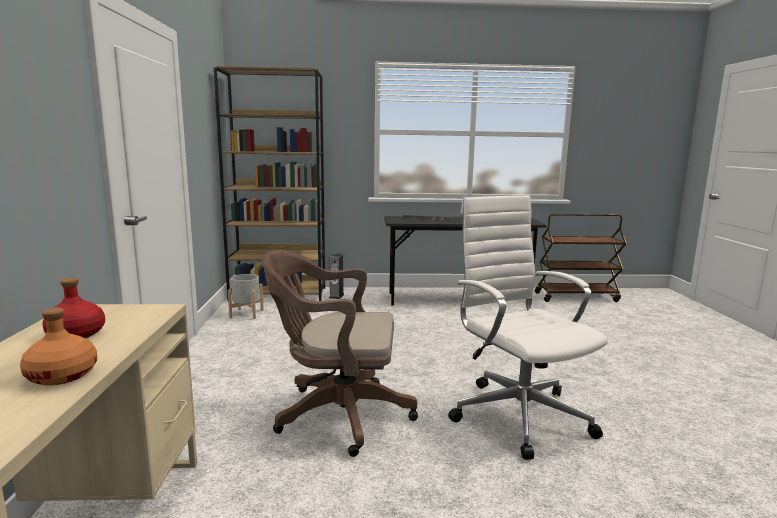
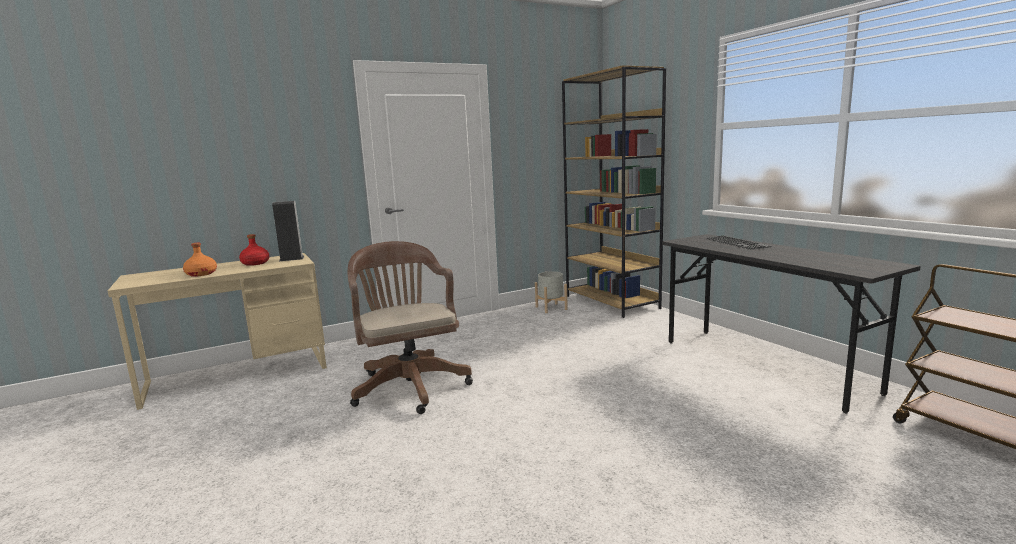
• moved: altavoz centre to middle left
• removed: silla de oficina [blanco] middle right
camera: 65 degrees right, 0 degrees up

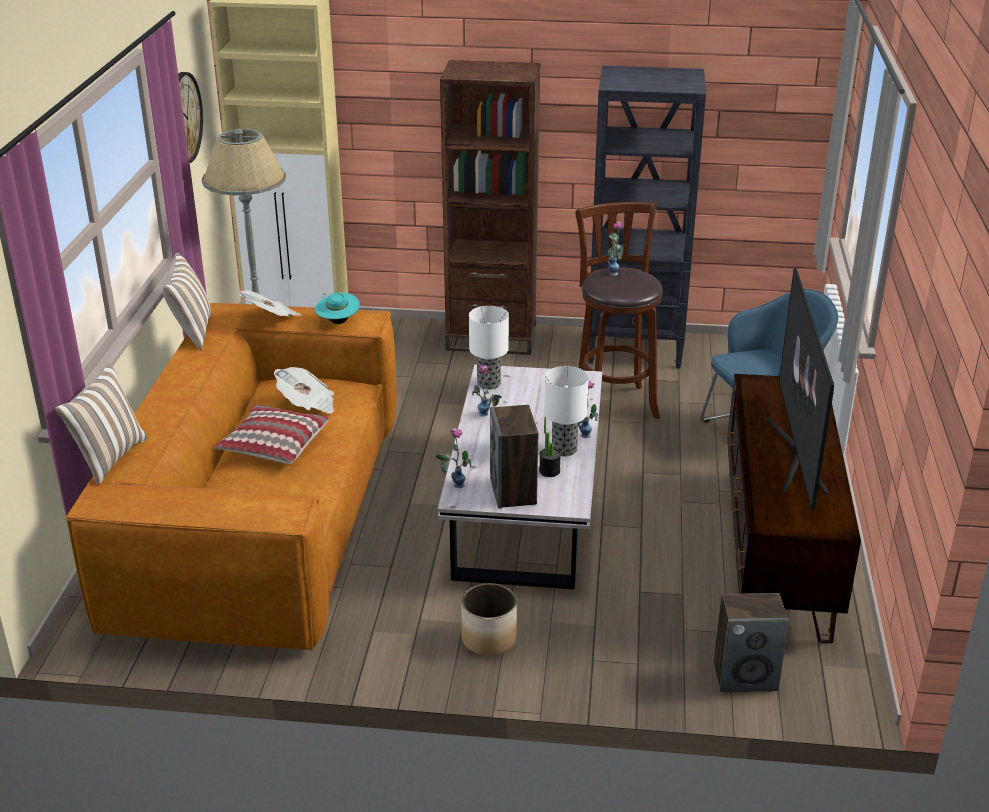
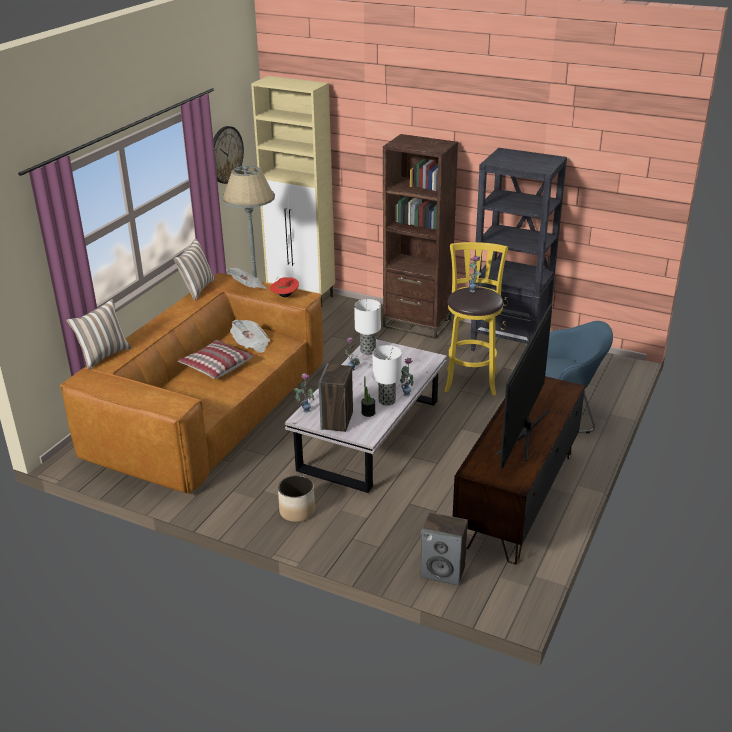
• recoloured: sombrero [turquesa] centre to sombrero [rojo] centre
• recoloured: taburete [marrón] centre to taburete [amarillo] centre
camera: 20 degrees right, 0 degrees up

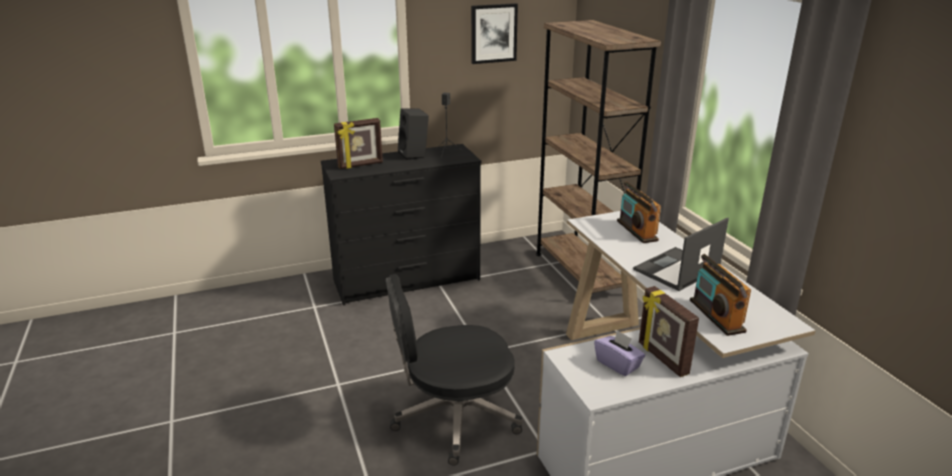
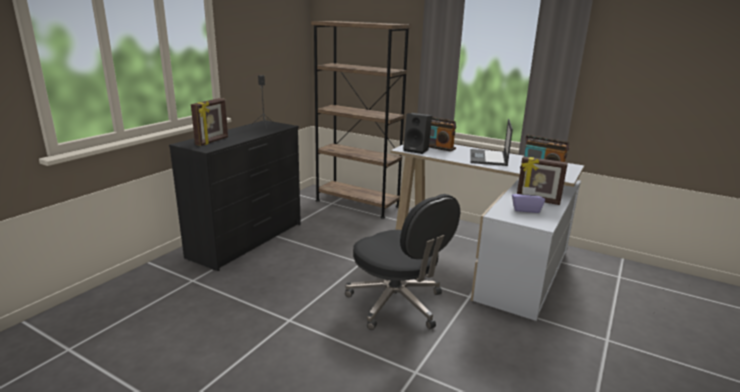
• turned: silla de oficina [negro] bottom centre = bottom centre 75 degrees counterclockwise
• moved: altavoz [negro] (1st from left in the first image) top centre to altavoz [negro] (2nd from left) centre
• removed: cuadro top centre
camera: 40 degrees left, 5 degrees down

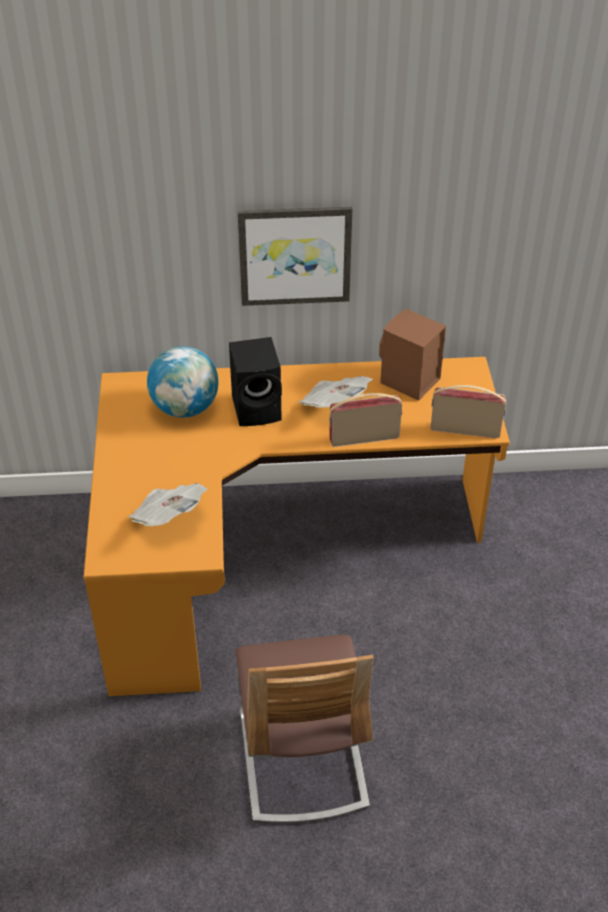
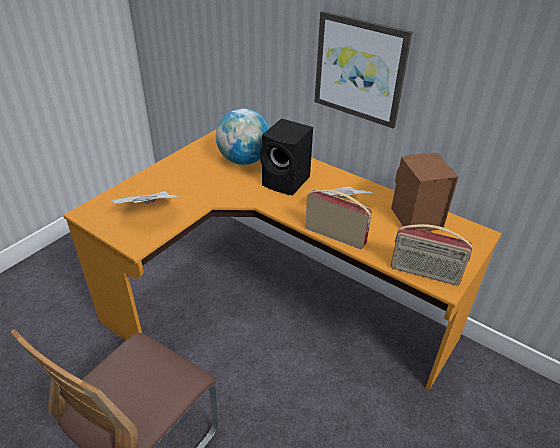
• turned: radio (2nd from left) middle right = middle right 150 degrees clockwise
camera: 40 degrees right, 5 degrees down

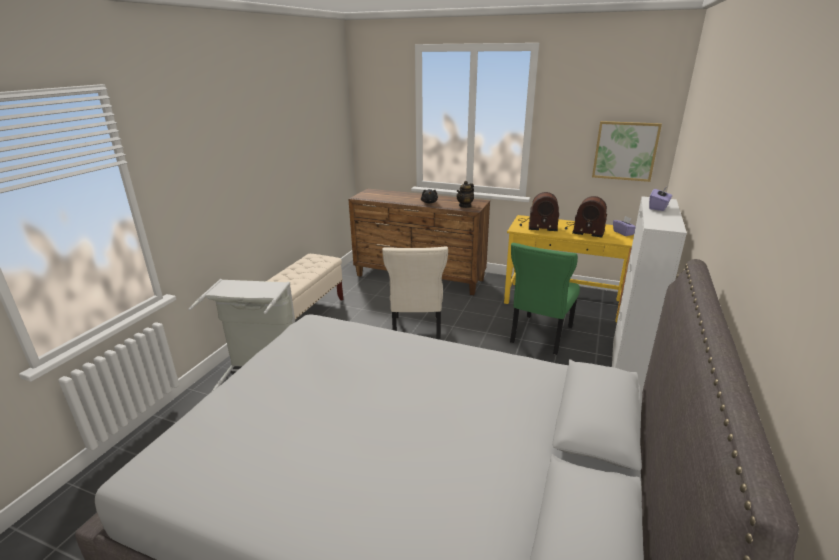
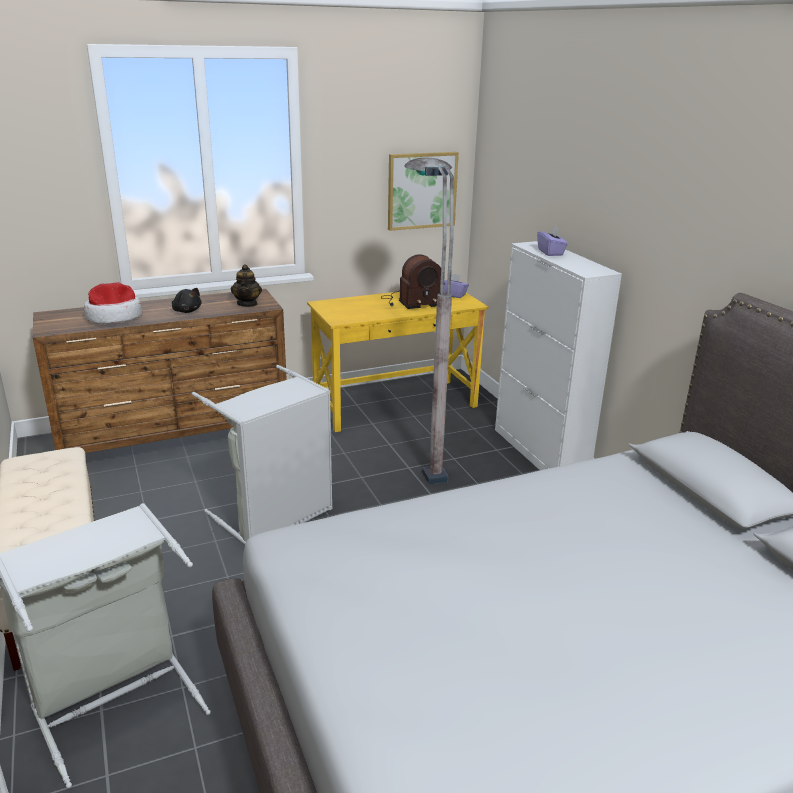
• replaced: silla [beis] centre to cesto de la ropa [gris] (2nd from left) middle left
• replaced: silla [verde] centre to lámpara de pie [gris] centre
• removed: radio (1st from left) centre
• added: sombrero middle left
camera: 45 degrees left, 0 degrees up

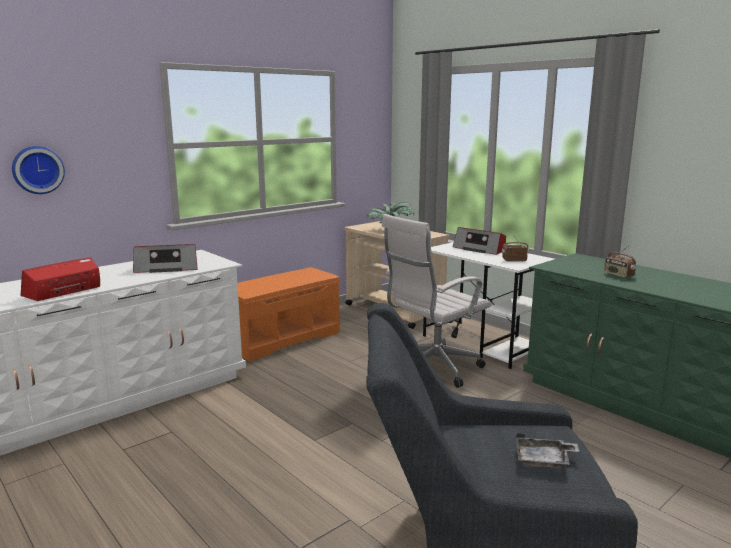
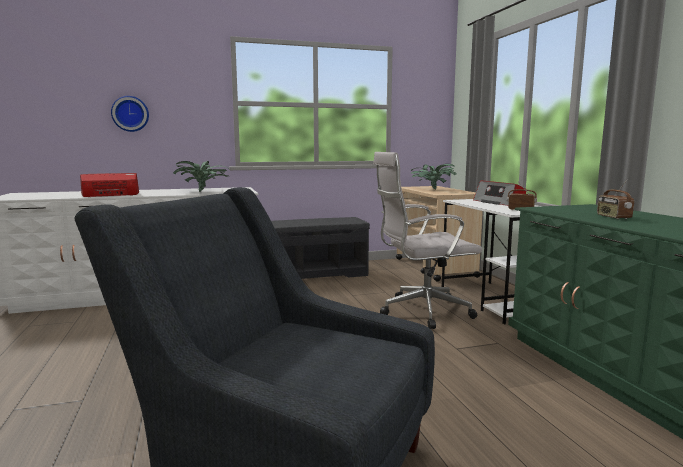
• replaced: radio (2nd from left) middle left to planta en maceta (1st from left) middle left
• recoloured: banco [naranja] centre to banco [gris] centre
• removed: bandeja [gris] bottom right
camera: 25 degrees right, 5 degrees down

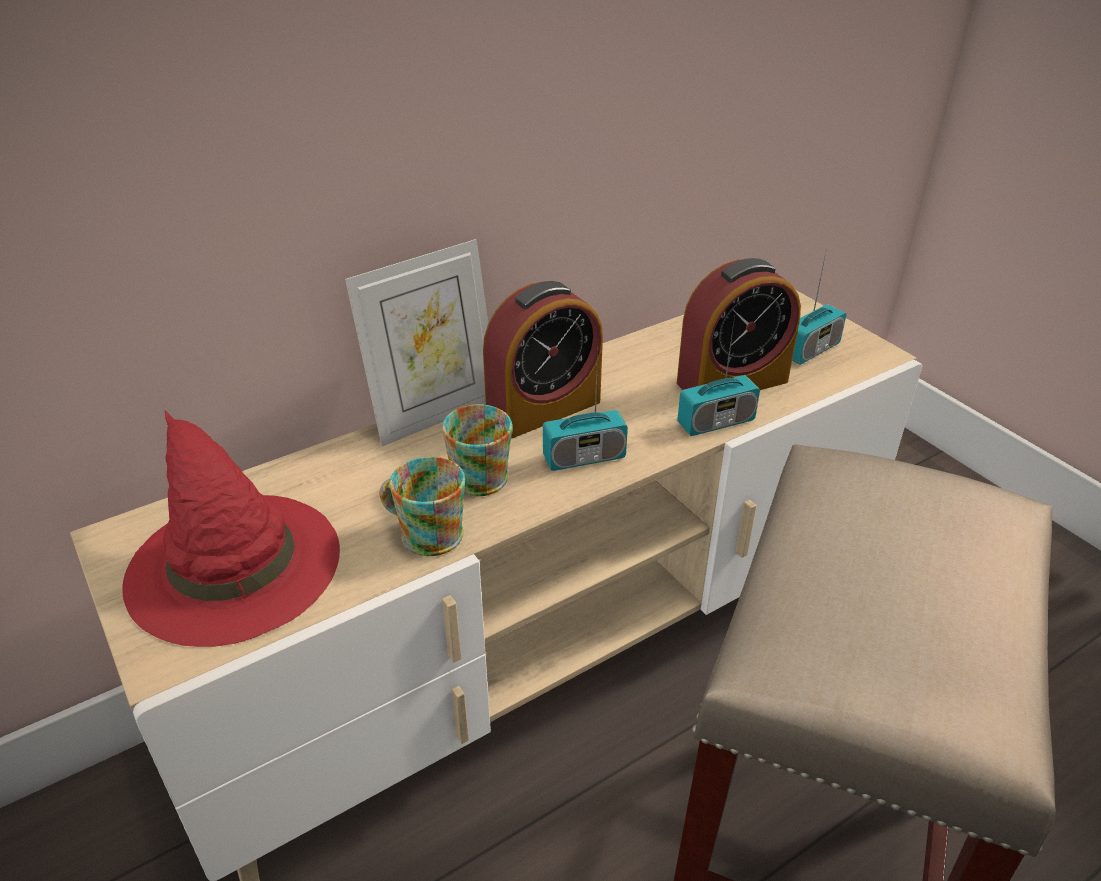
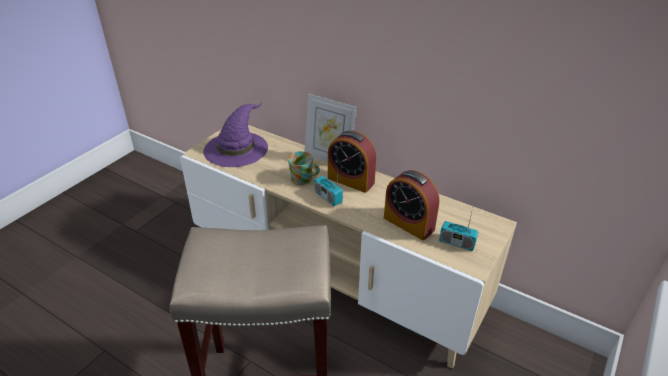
• recoloured: sombrero [rojo] middle left to sombrero [morado] centre
• removed: taza grande (1st from left) centre
• removed: radio (2nd from left) centre
camera: 65 degrees right, 0 degrees up

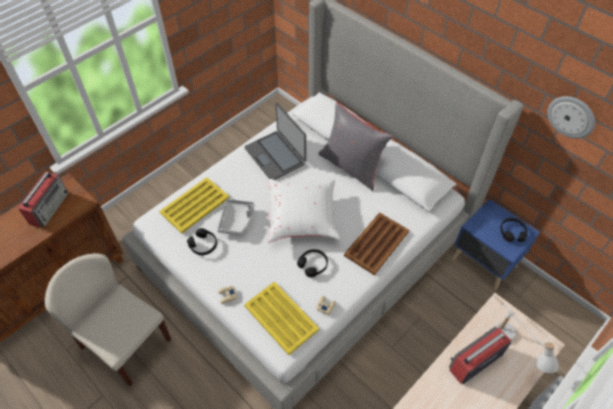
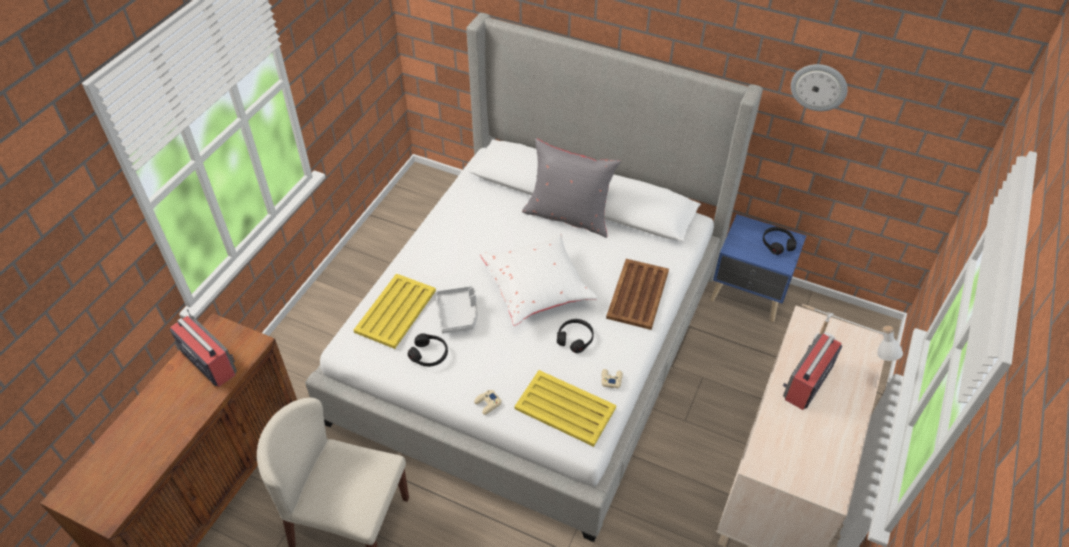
• turned: radio (1st from left) middle left = middle left 45 degrees counterclockwise
• removed: portátil centre
camera: 20 degrees left, 5 degrees down

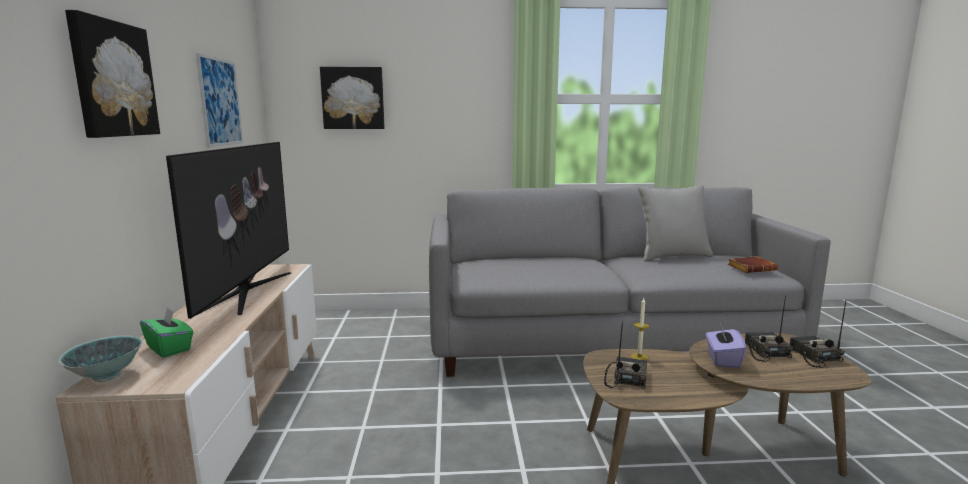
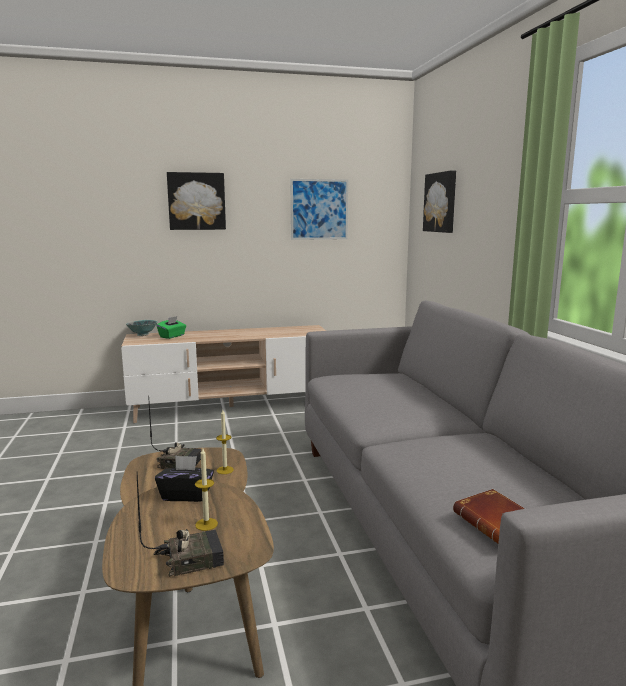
• removed: televisor middle left
• removed: cojín [gris] middle right
• recoloured: caja de pañuelos [morado] bottom right to caja de pañuelos [negro] bottom left
• replaced: radio (2nd from left) bottom right to vela (1st from left) bottom left
camera: 80 degrees right, 0 degrees up

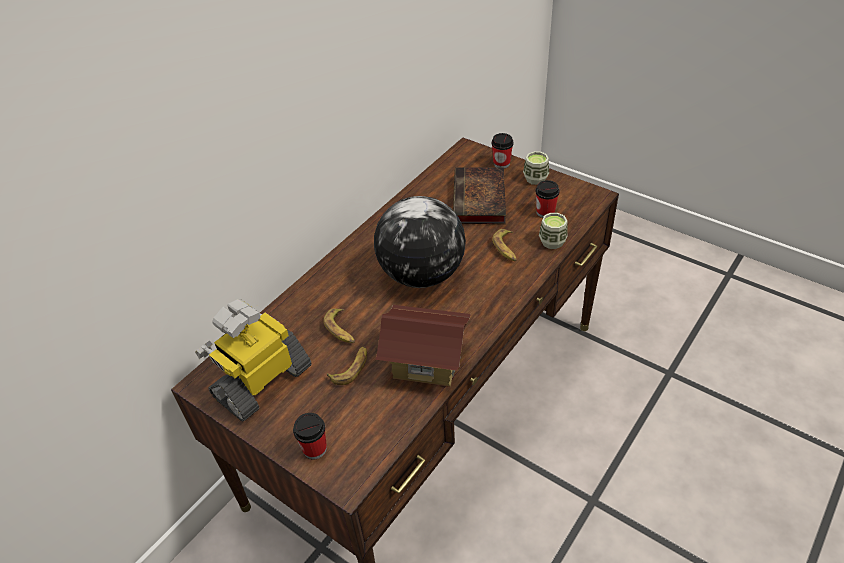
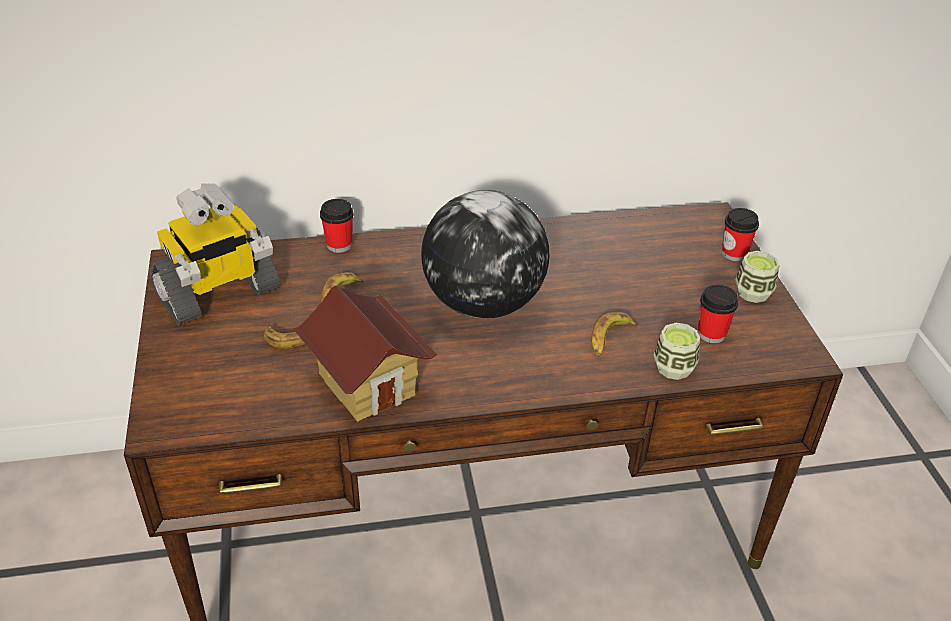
• turned: robot de juguete middle left = middle left 150 degrees clockwise
• moved: taza (1st from left) bottom centre to centre
• removed: libro centre
camera: 40 degrees right, 5 degrees down

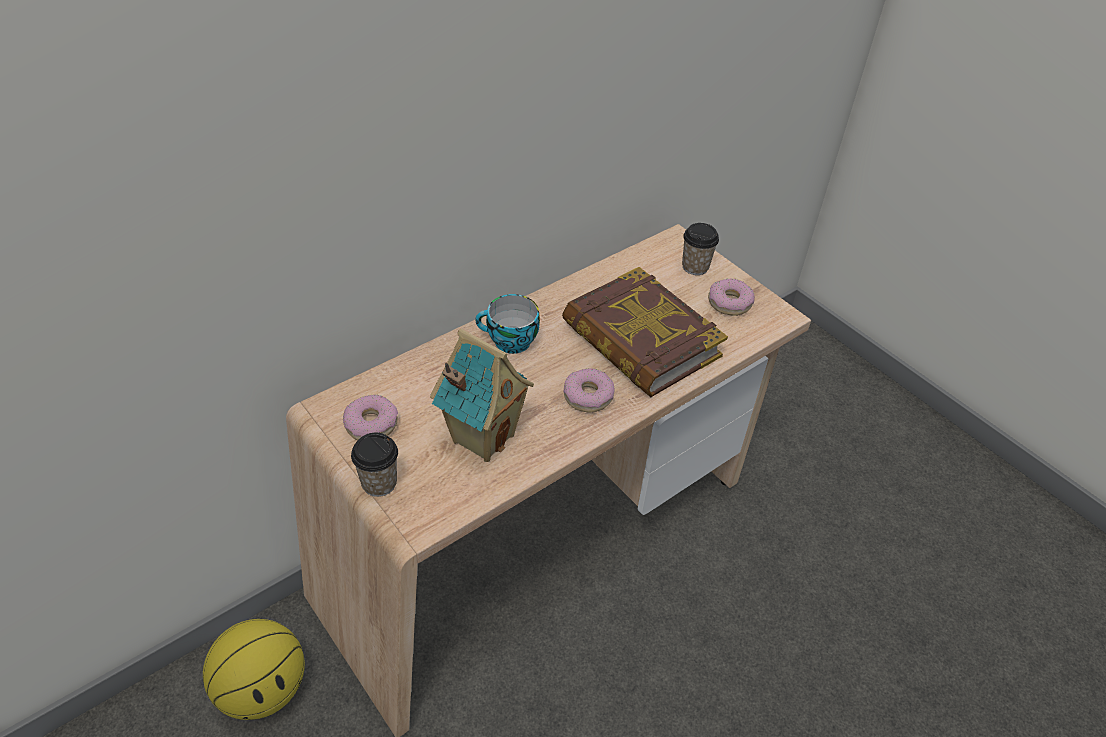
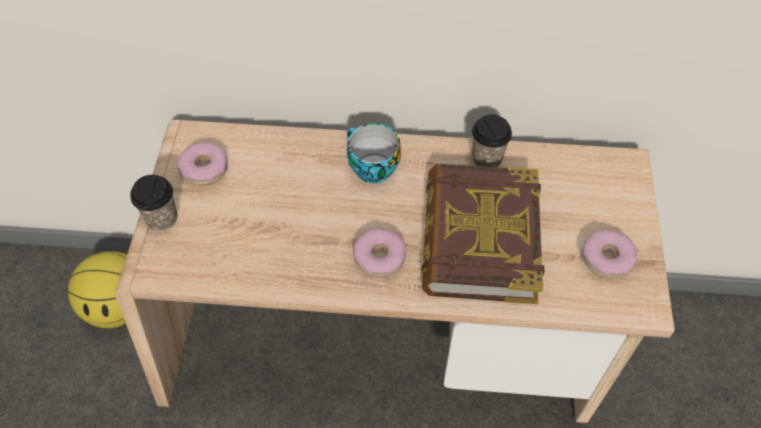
• removed: casita centre
• moved: taza (3rd from left) centre to top centre
camera: 45 degrees right, 10 degrees up

